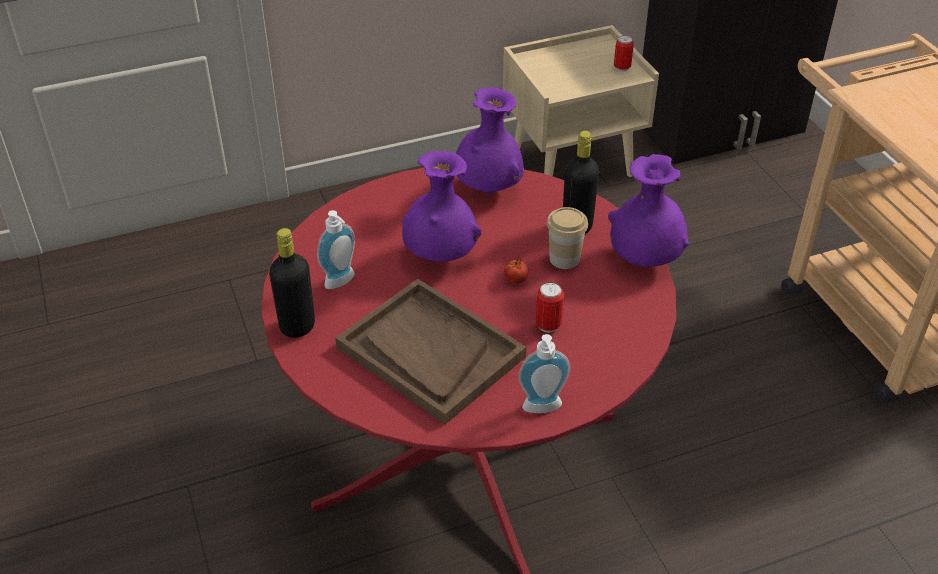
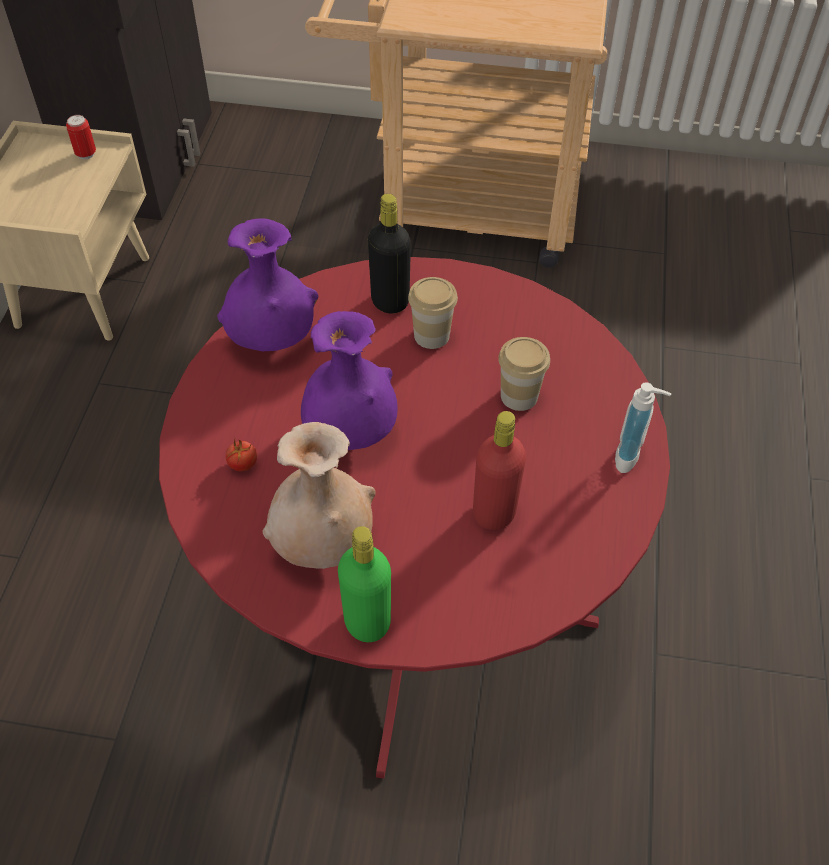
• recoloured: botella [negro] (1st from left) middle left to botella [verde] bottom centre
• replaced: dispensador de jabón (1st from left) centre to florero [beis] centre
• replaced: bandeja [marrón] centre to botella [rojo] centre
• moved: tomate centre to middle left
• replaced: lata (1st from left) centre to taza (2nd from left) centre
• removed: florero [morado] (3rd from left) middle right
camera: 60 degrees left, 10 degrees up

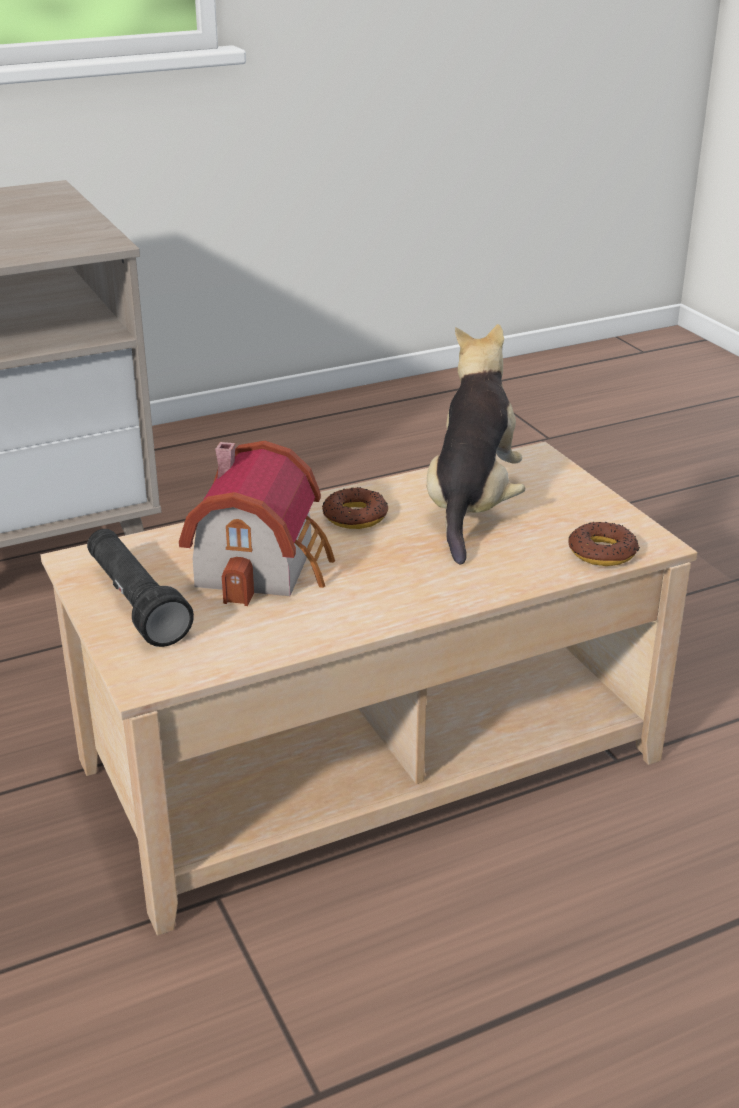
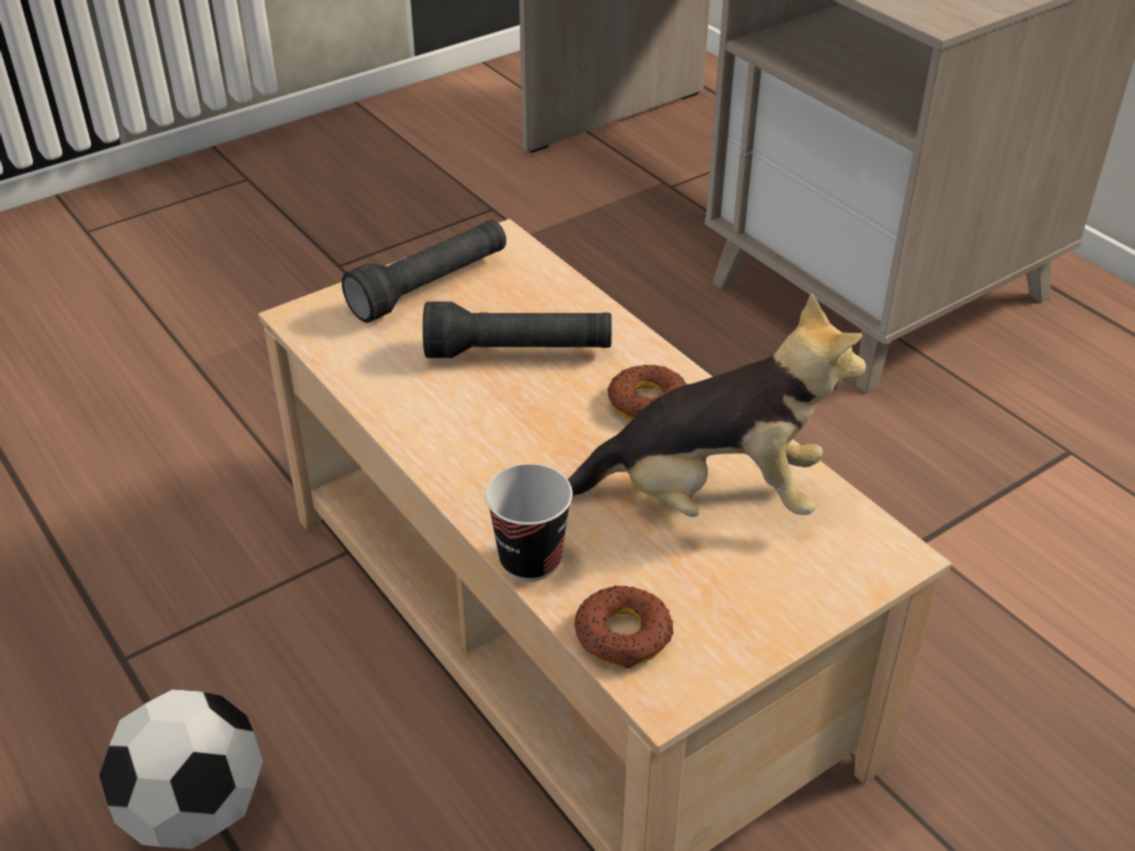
• replaced: casita centre to linterna [negro] (2nd from left) centre
• added: balón de fútbol bottom left
• added: taza centre
camera: 80 degrees right, 10 degrees up

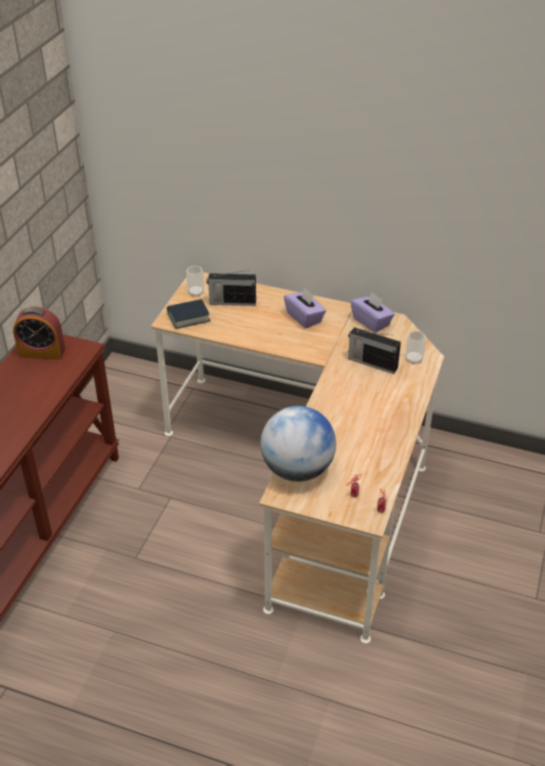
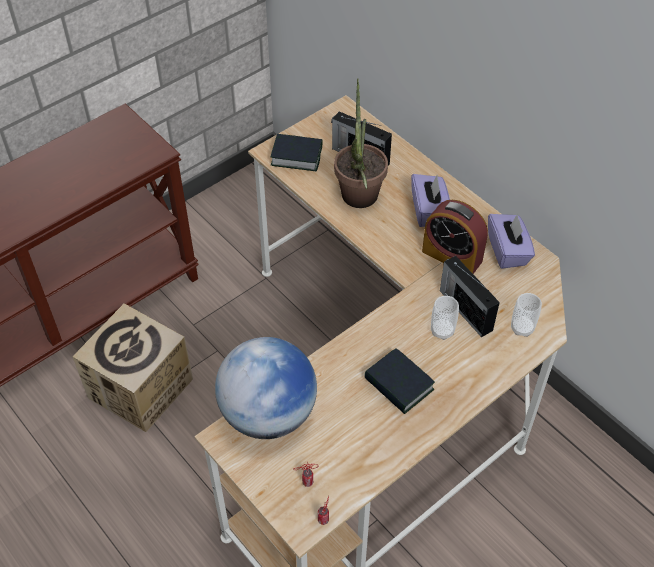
• moved: despertador middle left to middle right
• moved: taza (1st from left) centre to middle right
• added: caja de cartón middle left
• added: planta en maceta top centre
• added: libro (2nd from left) bottom centre
camera: 30 degrees right, 10 degrees up

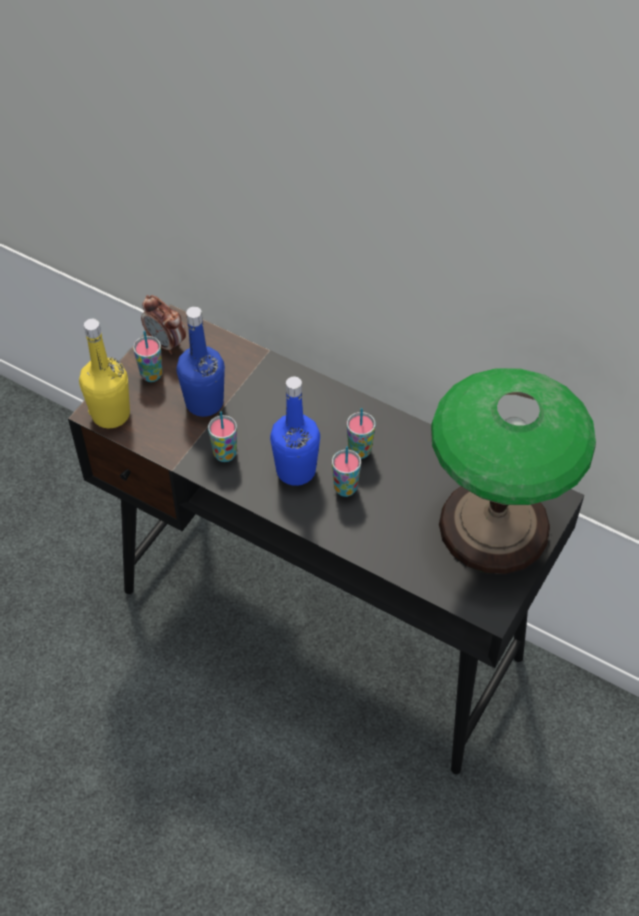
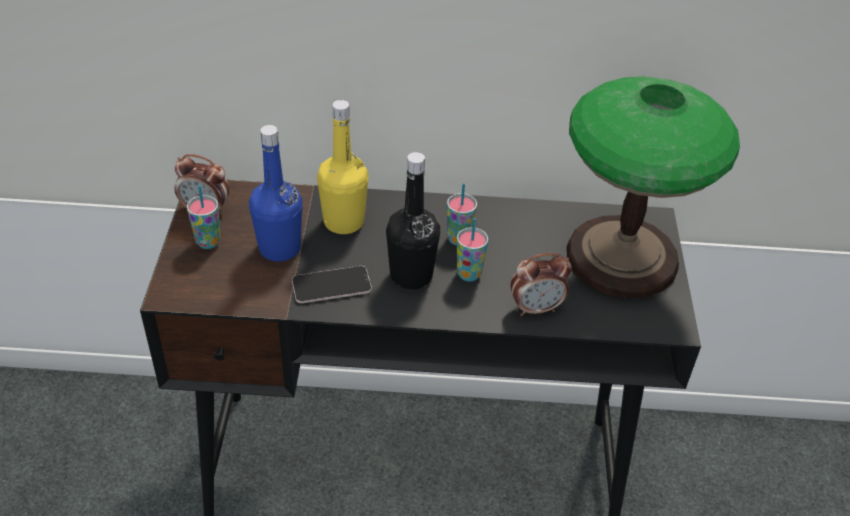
• moved: botella [amarillo] middle left to top centre
• replaced: taza (2nd from left) centre to móvil centre
• recoloured: botella [azul] (2nd from left) centre to botella [negro] centre
• added: despertador (2nd from left) centre
camera: 30 degrees left, 10 degrees down

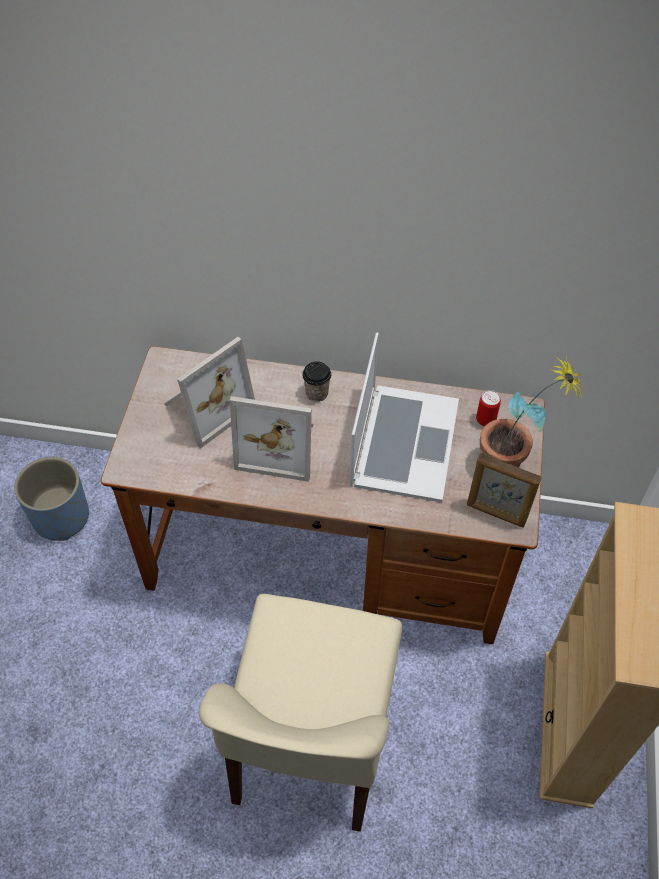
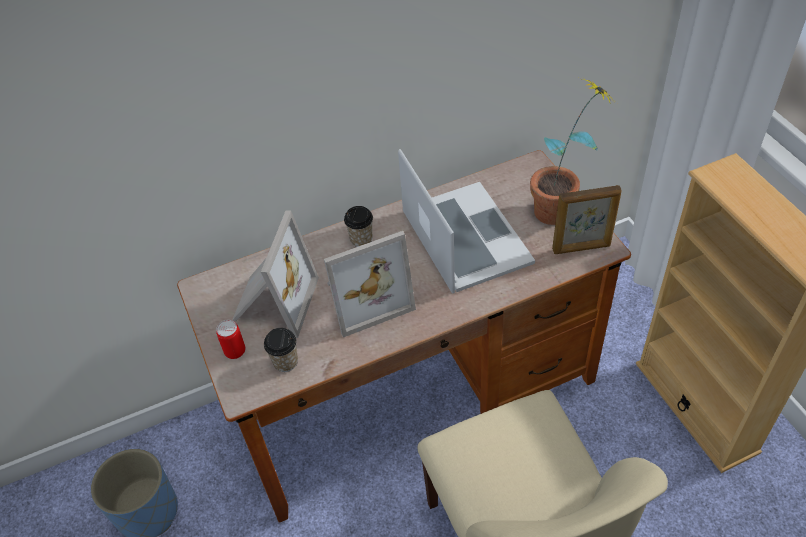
• moved: lata middle right to middle left
• added: taza (1st from left) centre
camera: 30 degrees left, 5 degrees down

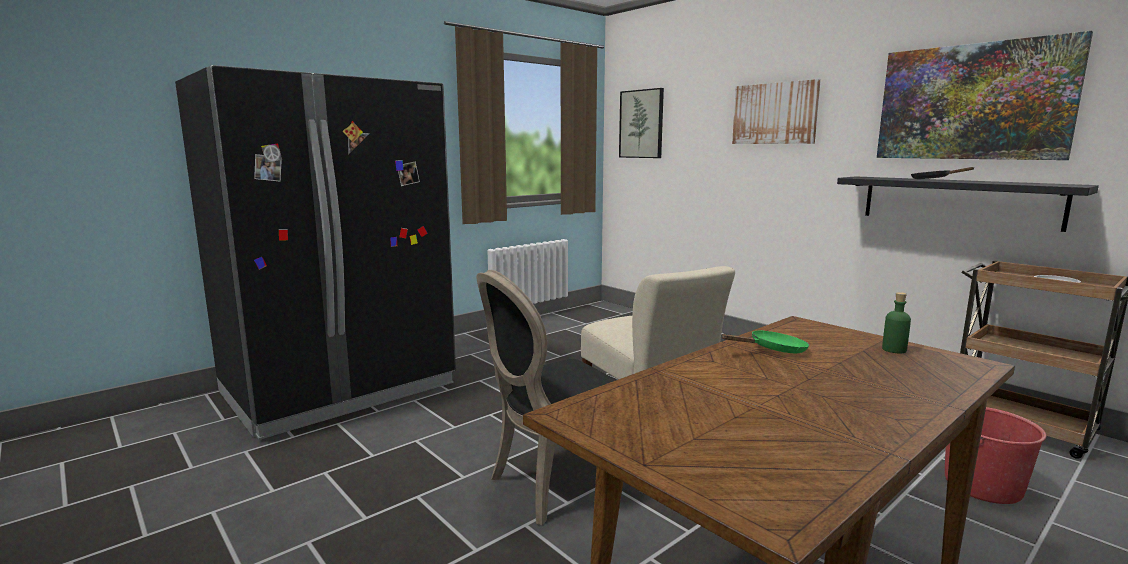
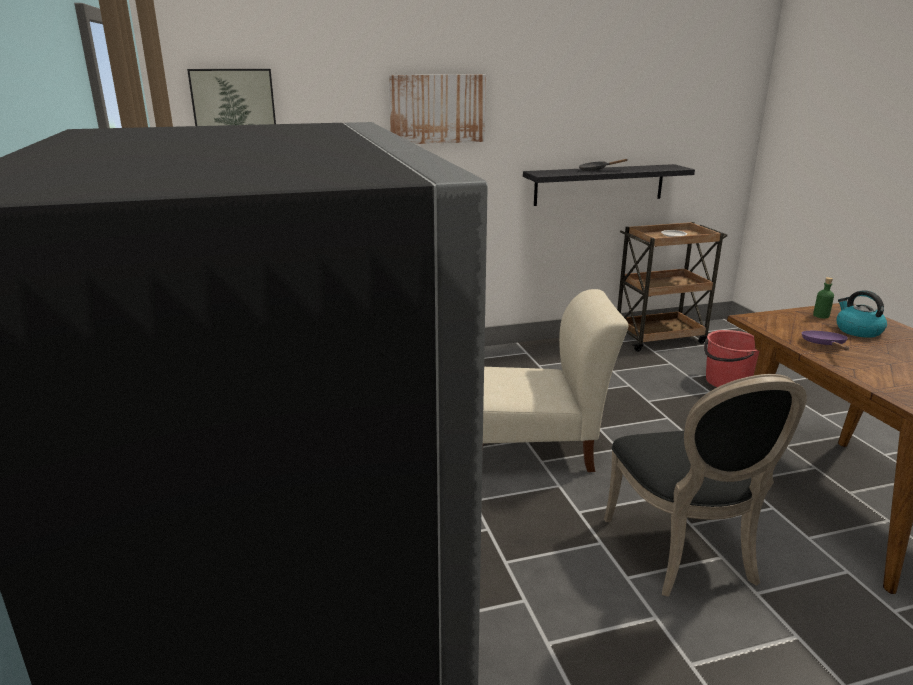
• recoloured: sartén [verde] middle right to sartén [morado] middle right
• removed: cuadro (3rd from left) top right
• added: hervidor middle right
camera: 65 degrees left, 10 degrees up

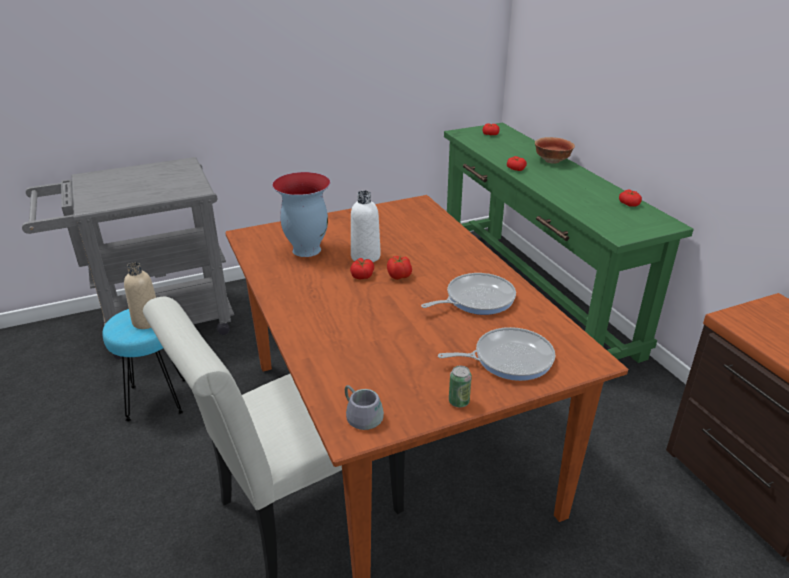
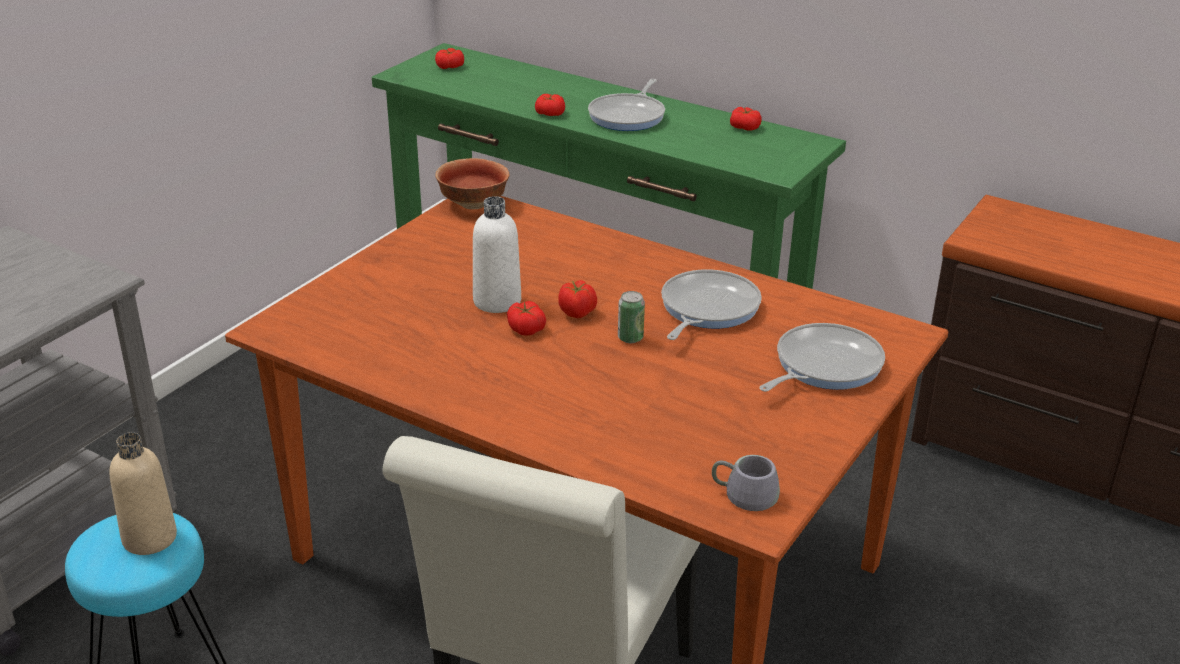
• removed: florero centre
• moved: lata bottom centre to centre
• moved: cuenco top right to top centre
• added: sartén (1st from left) top centre
camera: 35 degrees left, 0 degrees up

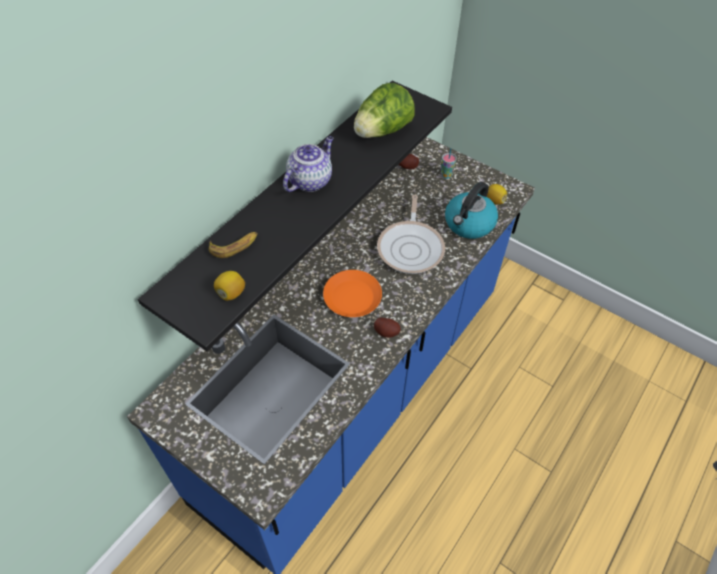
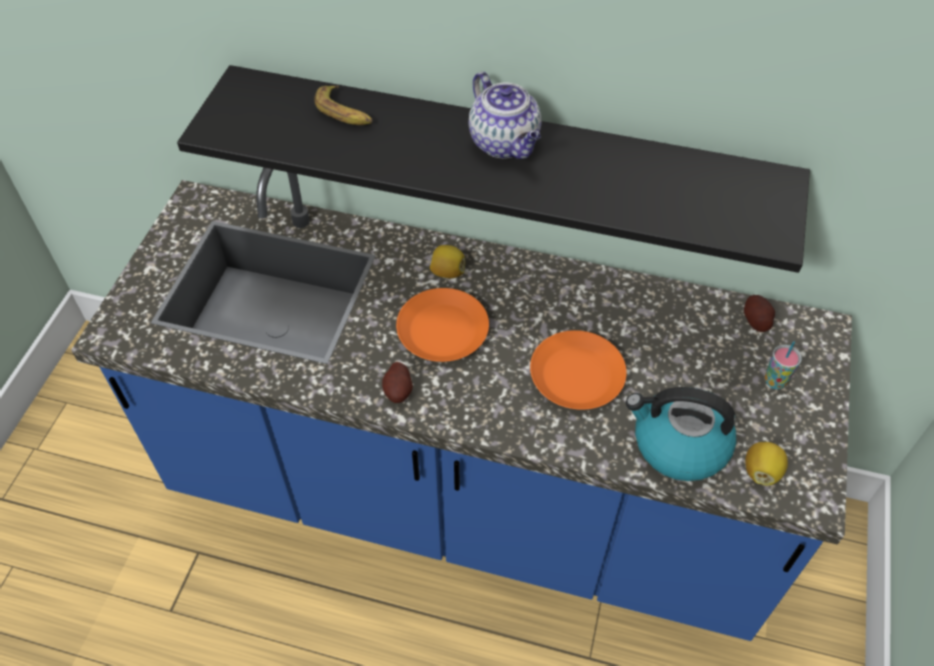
• moved: limón (1st from left) middle left to centre
• turned: tetera top centre = top centre 45 degrees clockwise
• removed: lechuga top centre
• replaced: sartén centre to plato [naranja] (2nd from left) centre
camera: 70 degrees right, 0 degrees up

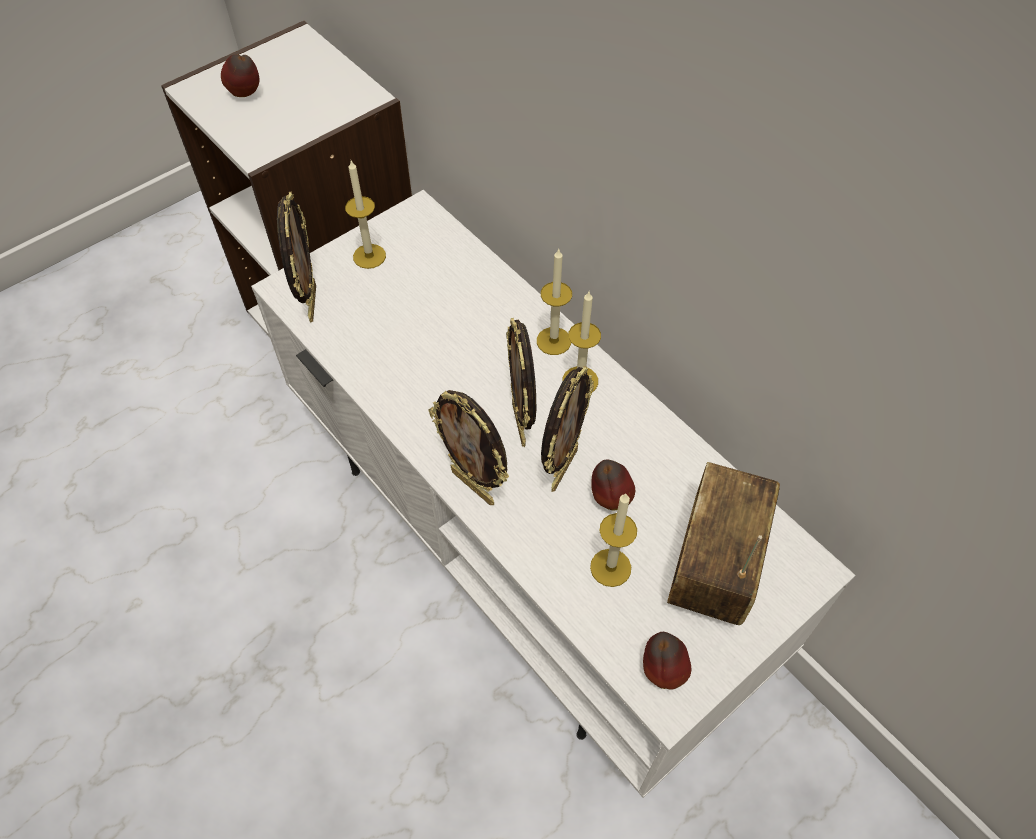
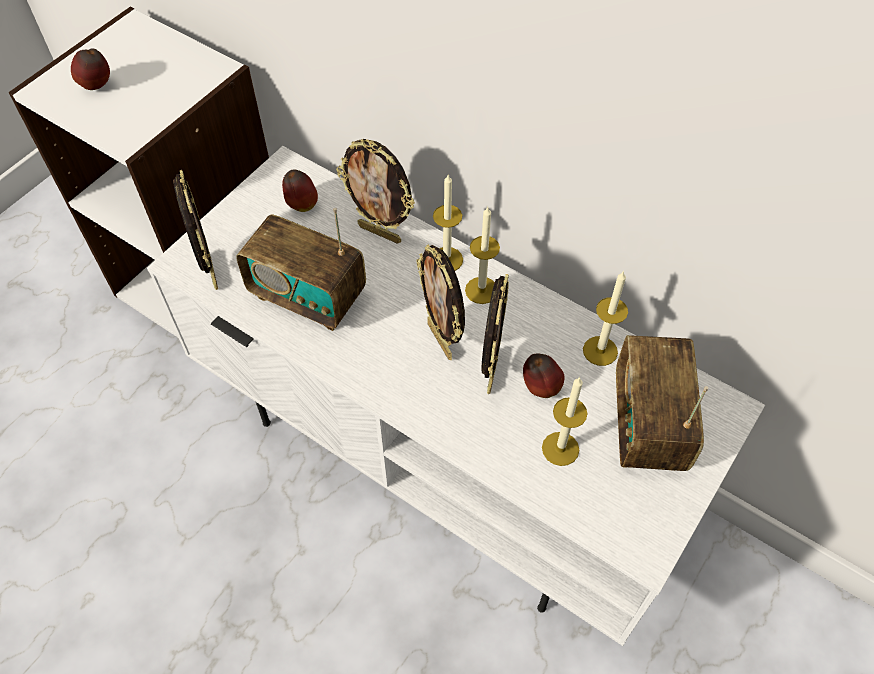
• moved: vela (1st from left in the first image) top centre to vela (4th from left) middle right
• moved: portarretratos (2nd from left) centre to top centre
• moved: manzana (3rd from left in the first image) bottom centre to manzana (2nd from left) top centre
• added: radio (1st from left) centre
camera: 15 degrees left, 0 degrees up

